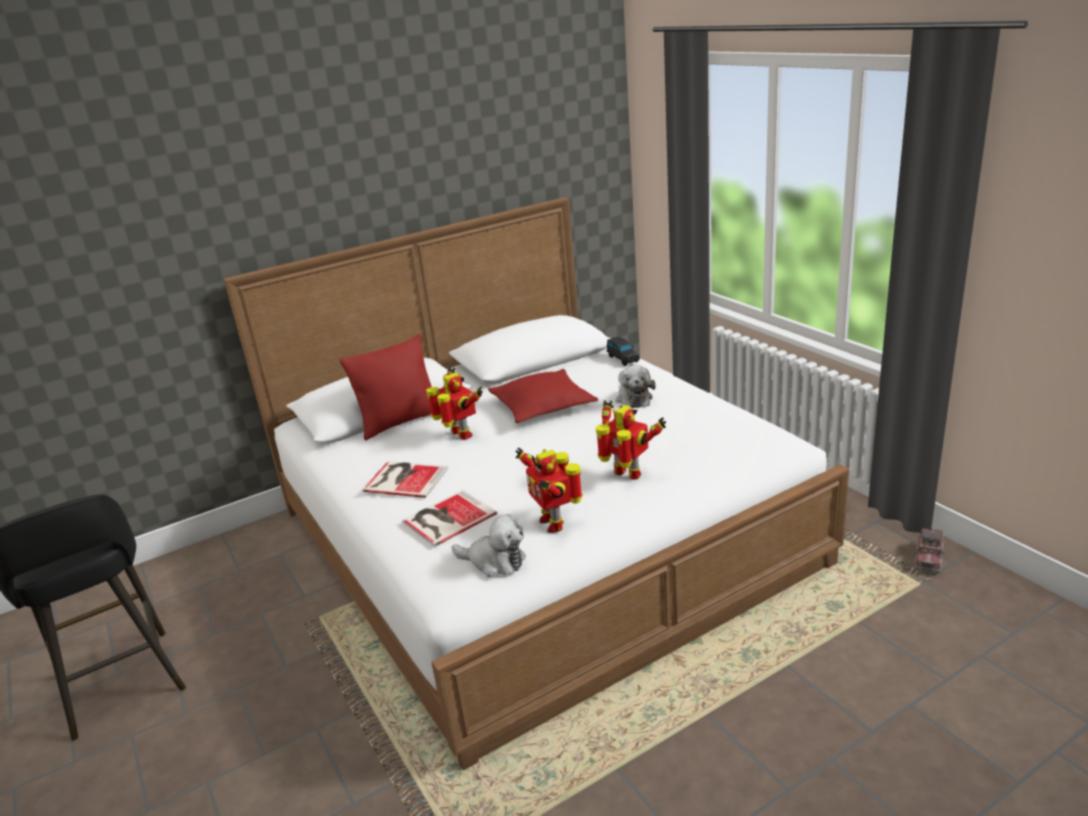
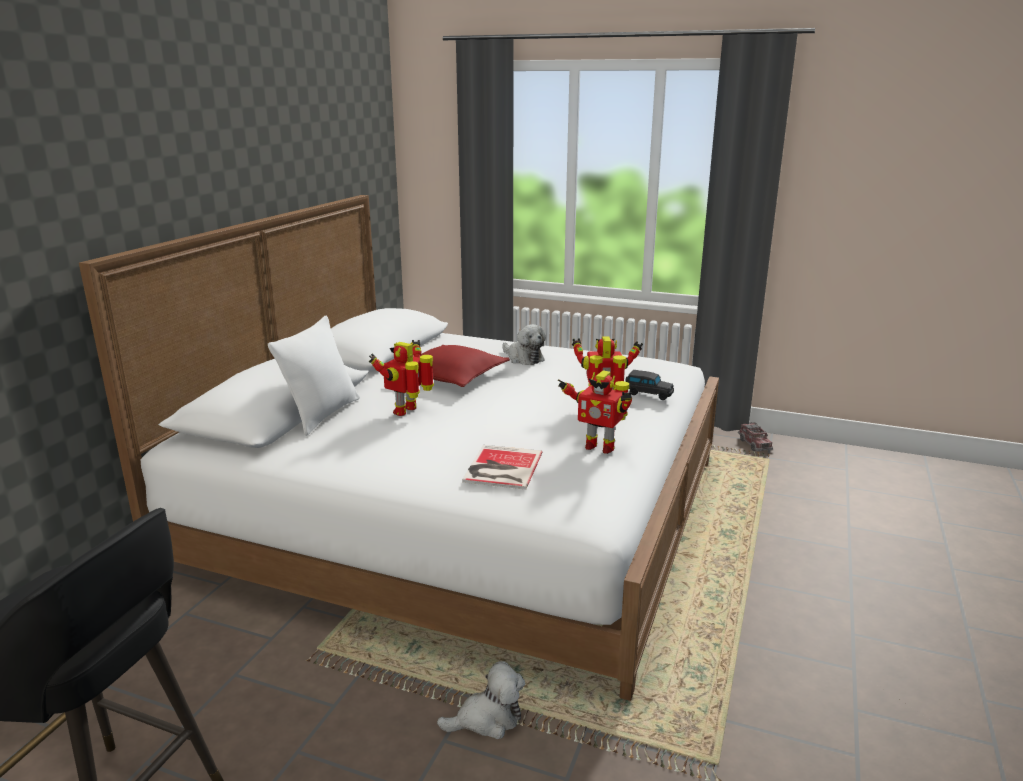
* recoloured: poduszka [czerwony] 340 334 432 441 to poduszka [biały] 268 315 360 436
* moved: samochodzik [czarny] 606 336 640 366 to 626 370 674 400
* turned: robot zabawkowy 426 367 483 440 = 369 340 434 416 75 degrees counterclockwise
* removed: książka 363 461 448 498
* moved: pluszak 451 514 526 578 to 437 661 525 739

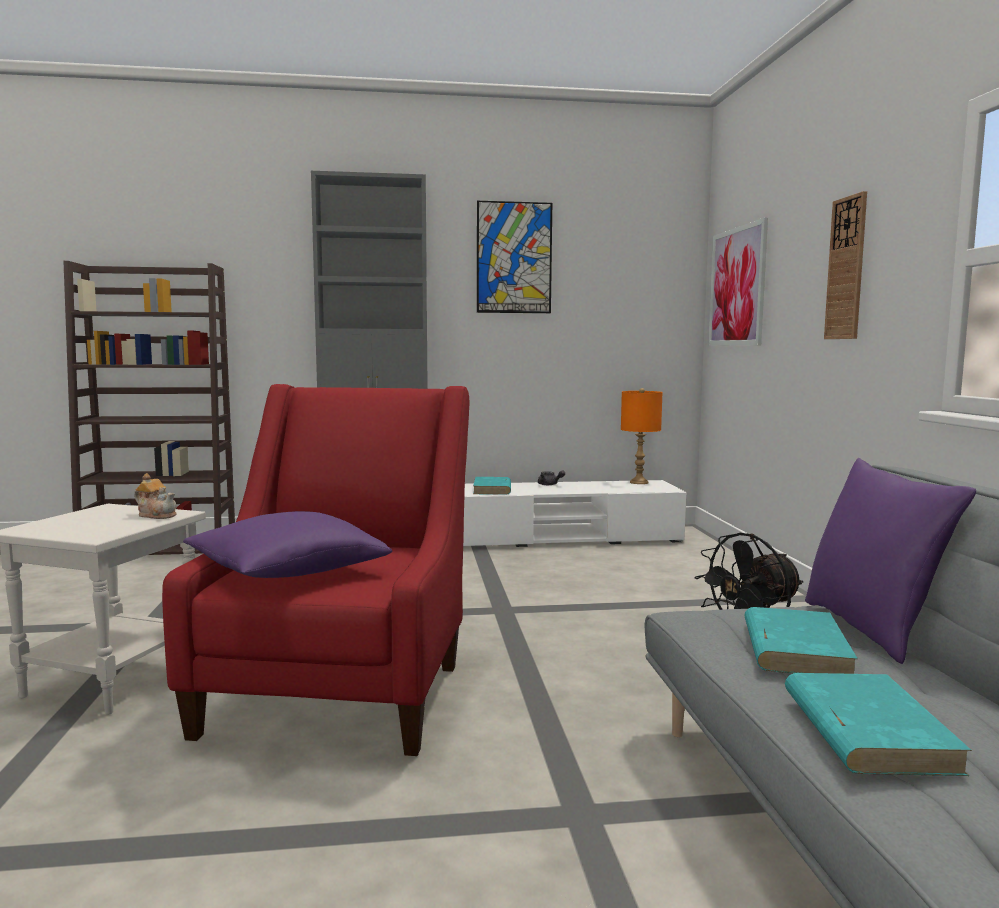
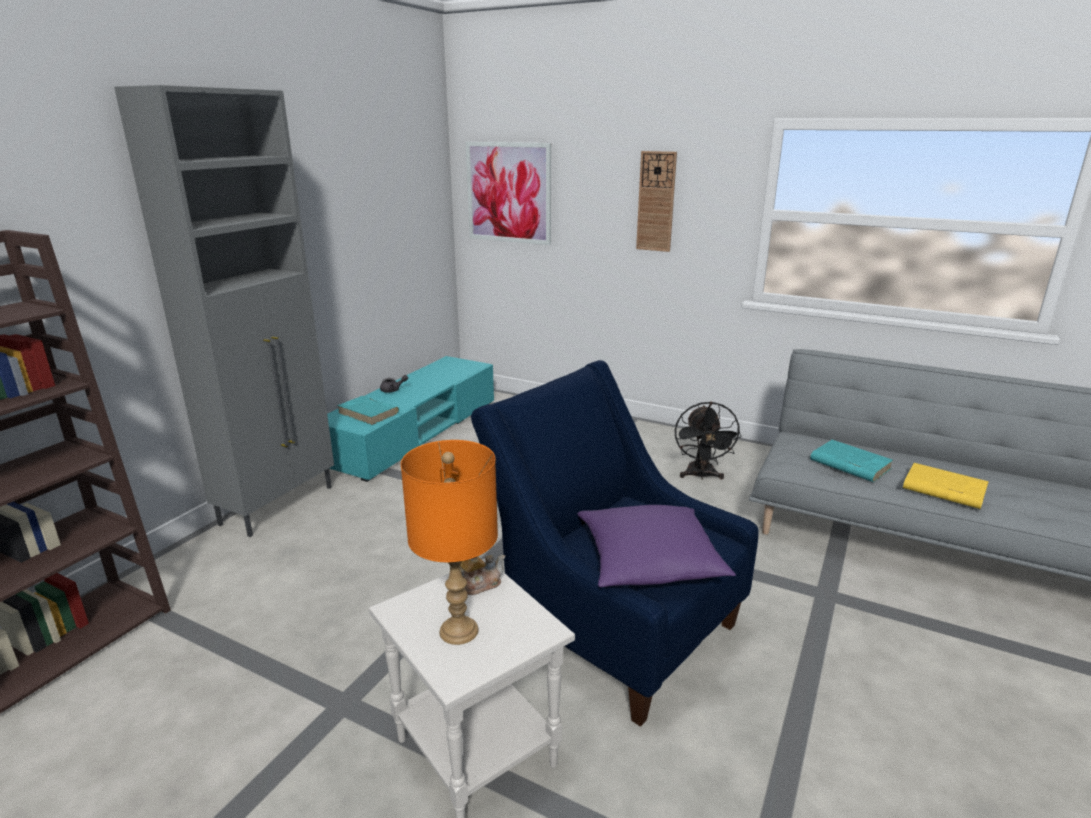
* removed: obraz 477 201 552 313
* recoloured: fotel [czerwony] 162 384 470 756 to fotel [niebieski] 471 360 758 726
* moved: lampa stołowa [pomarańczowy] 621 388 663 484 to 401 440 498 645
* removed: poduszka [fioletowy] 805 458 976 664
* recoloured: szafka pod telewizor [biały] 463 480 686 547 to szafka pod telewizor [turkusowy] 327 356 494 482
* recoloured: książka [turkusowy] 785 673 972 776 to książka [żółty] 903 463 989 509

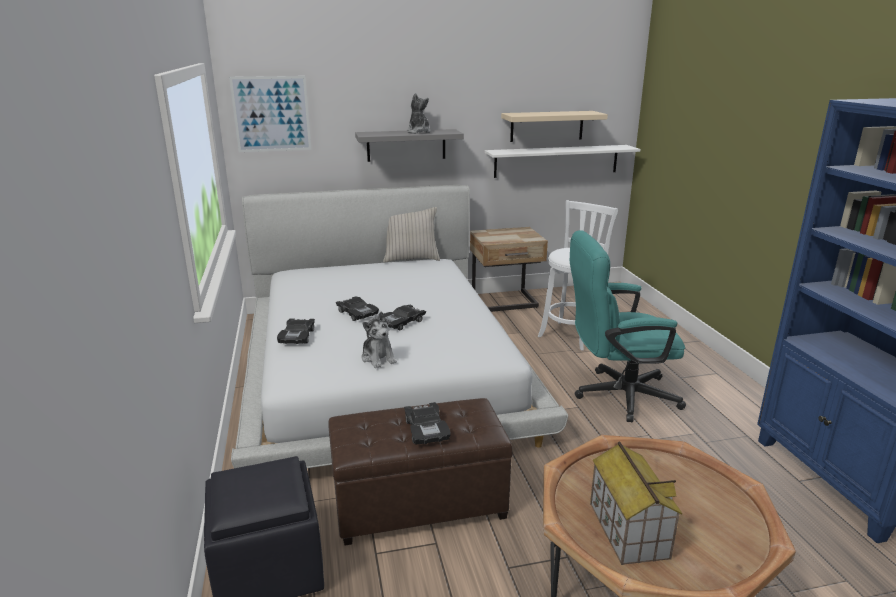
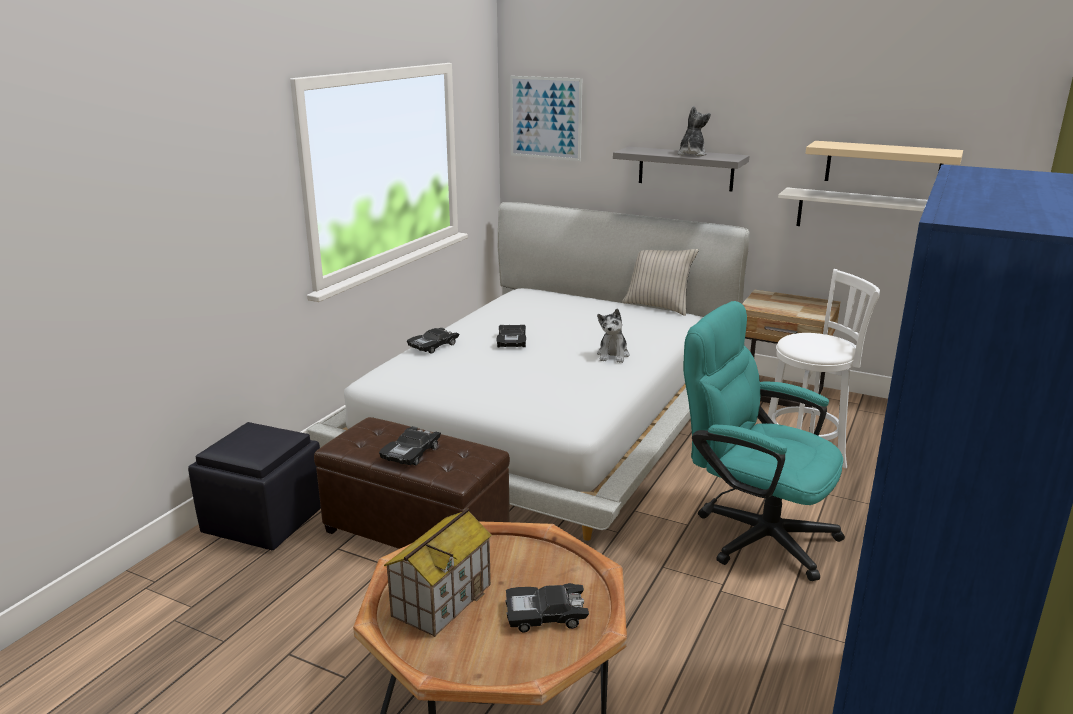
* moved: samochodzik [czarny] 384 305 426 330 to 506 583 589 633
* moved: pluszak 362 312 397 368 to 597 309 629 363

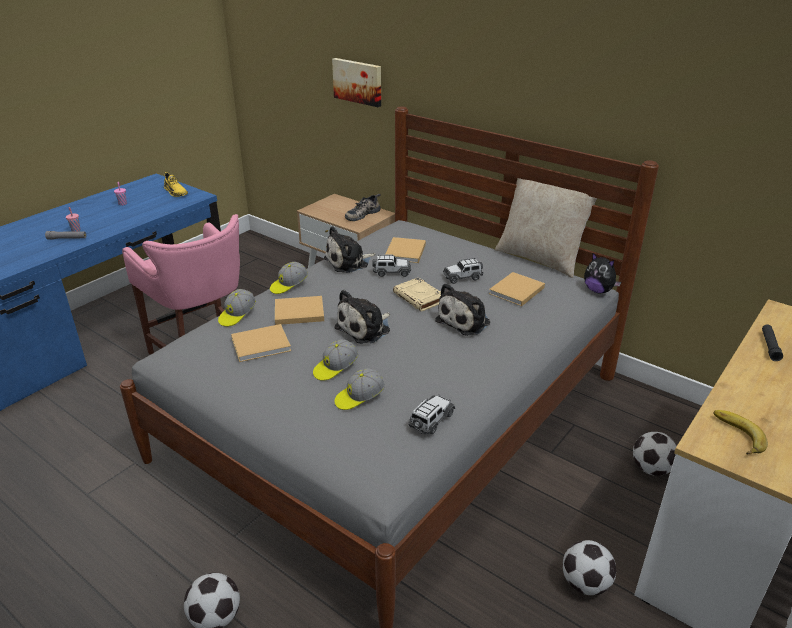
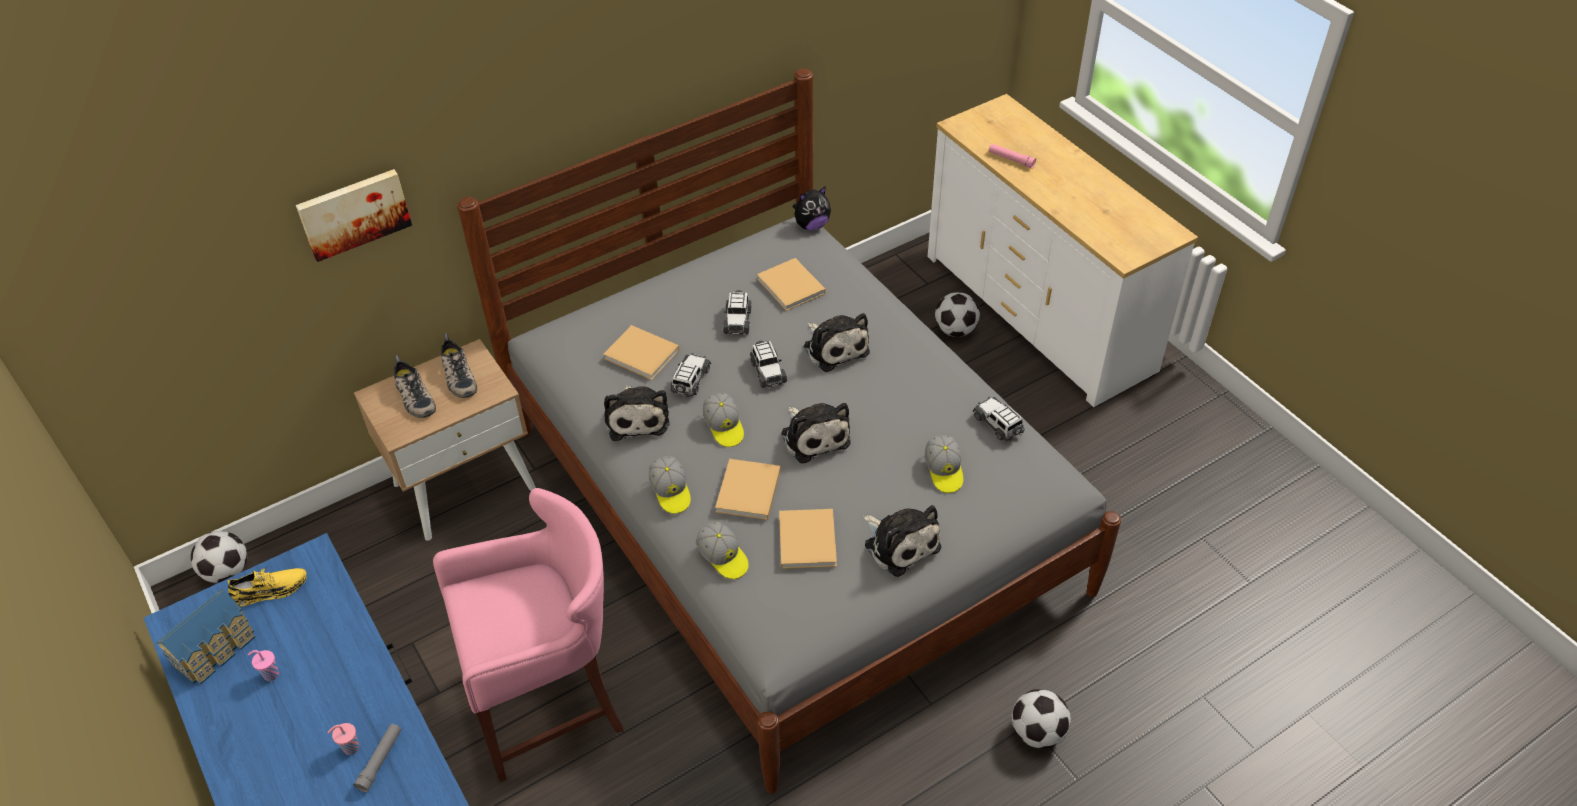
* removed: poduszka [beżowy] 495 178 597 278
* replaced: książka [beżowy] 393 277 441 312 to samochodzik 750 341 787 388
* recoloured: latarka [czarny] 762 324 783 361 to latarka [różowy] 989 144 1036 169
* moved: czapka z daszkiem 313 339 358 381 to 703 393 744 447
* removed: banan 713 410 768 455
* moved: piłka futbolowa 563 540 616 595 to 191 531 247 583
* added: but 394 355 436 418
* added: pluszak 863 505 941 577
* added: domek 156 590 255 684

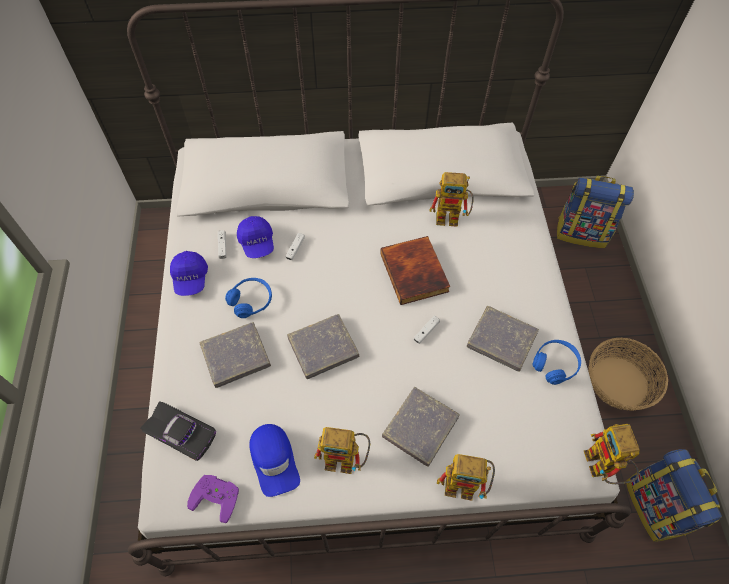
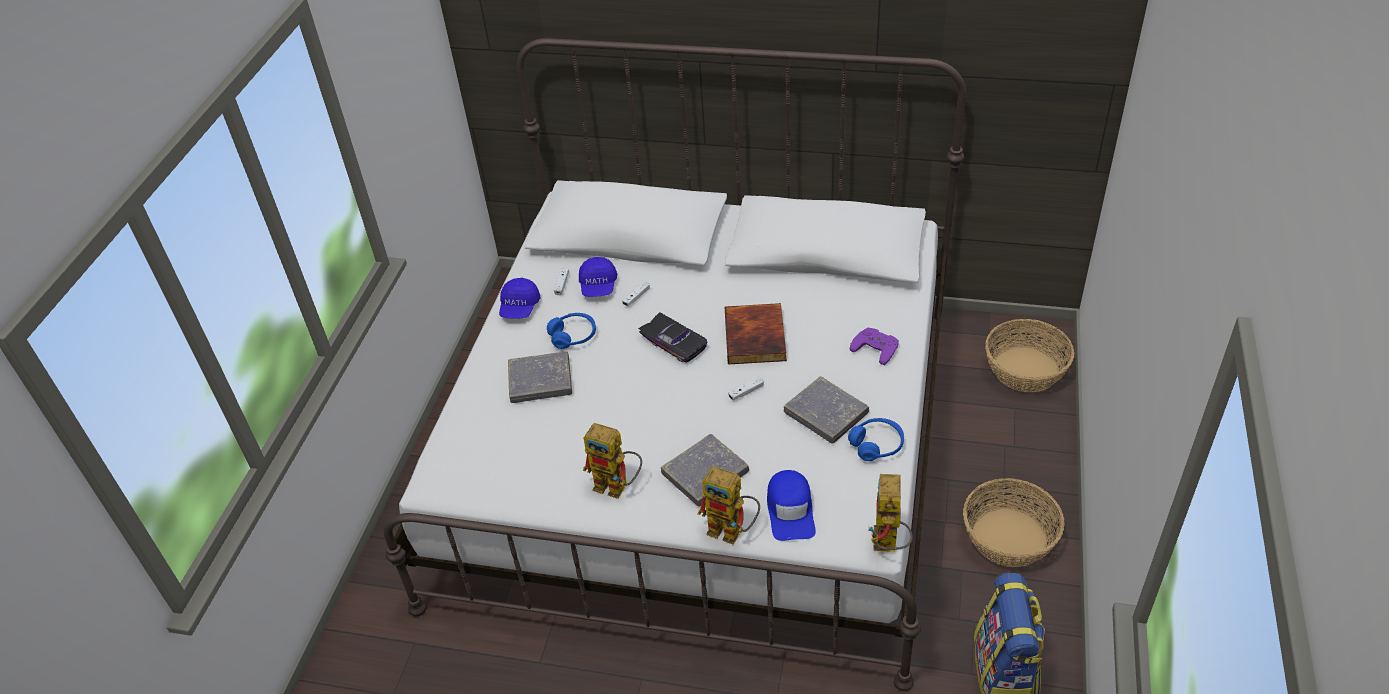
* removed: robot zabawkowy 430 172 474 227
* replaced: plecak 557 176 634 248 to koszyk 985 319 1074 392
* removed: książka [szary] 287 314 359 379
* moved: samochodzik [czarny] 140 401 216 461 to 638 312 707 363
* moved: czapka z daszkiem [niebieski] 249 424 300 497 to 767 470 816 541
* moved: pad do gier [fioletowy] 187 475 239 523 to 850 328 899 365

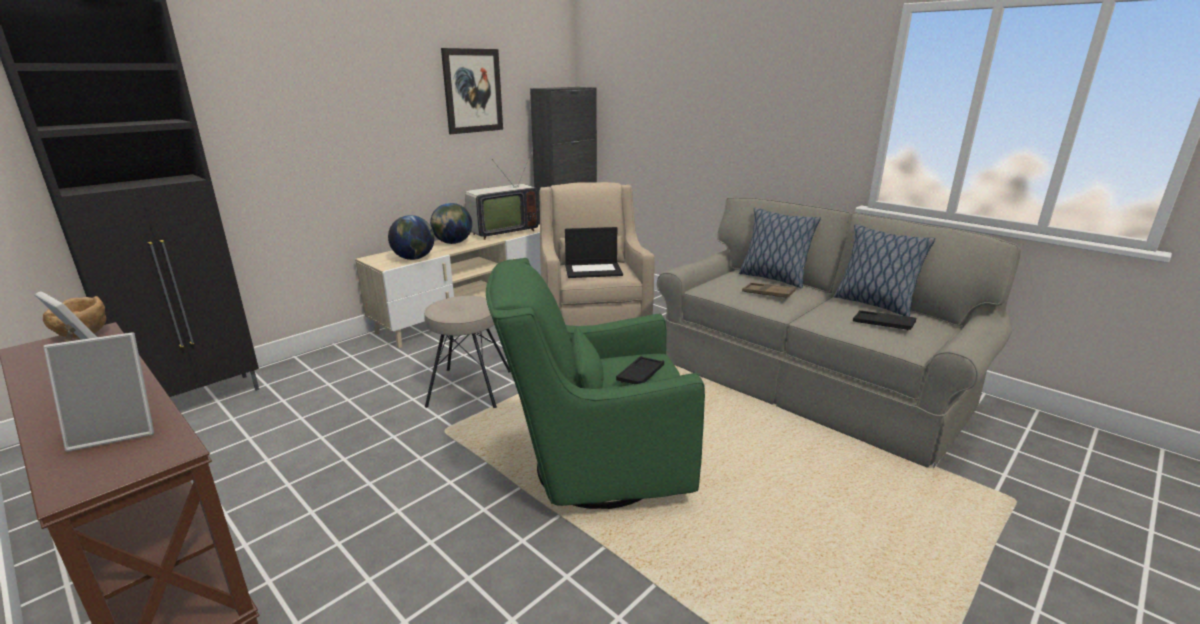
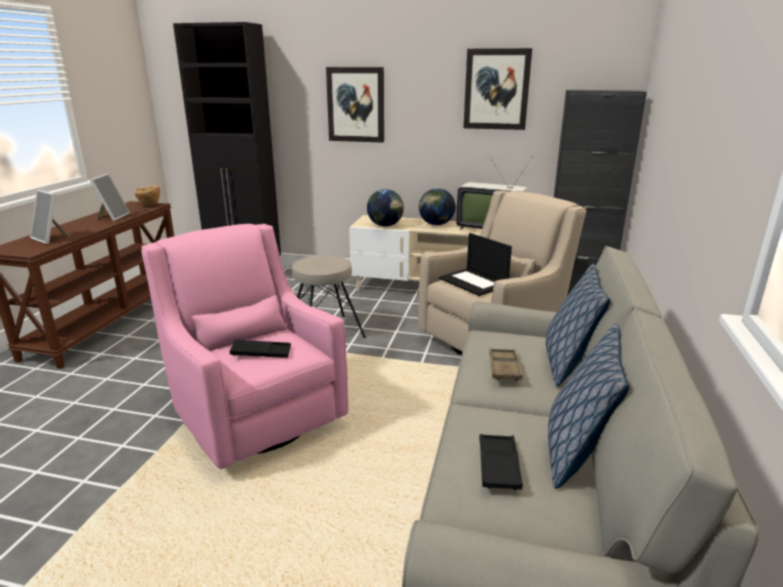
* recoloured: fotel [zielony] 486 258 705 509 to fotel [różowy] 141 224 348 469
* added: obraz 326 67 384 143

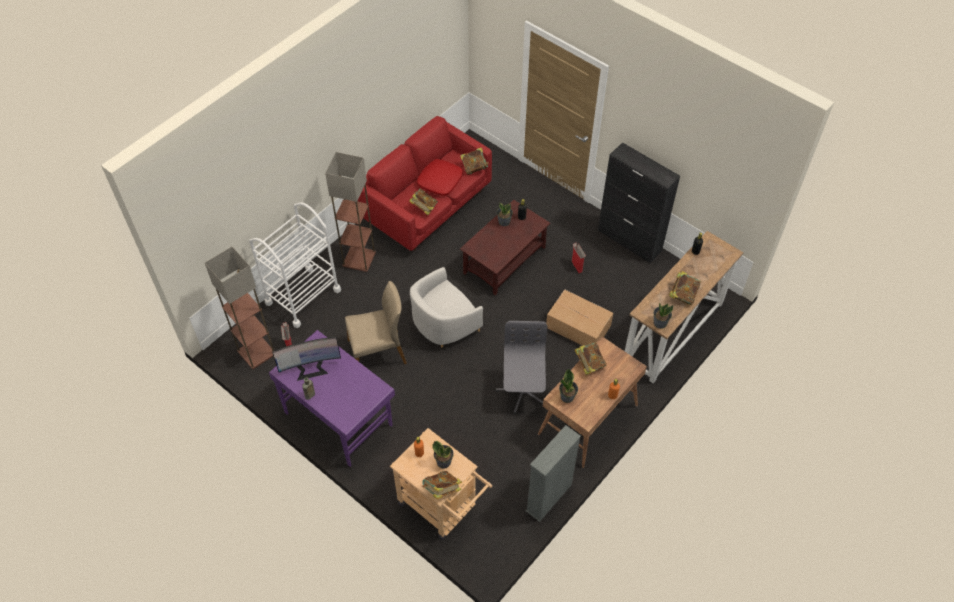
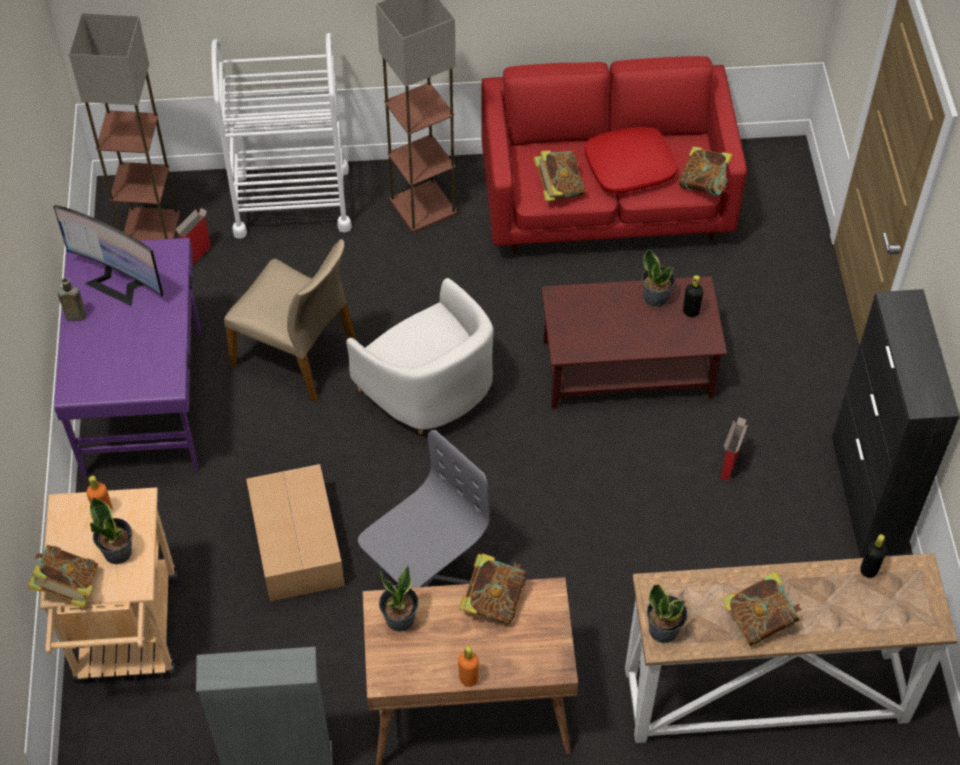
* turned: fotel [biały] 410 267 483 347 = 346 278 494 434 135 degrees counterclockwise
* moved: karton 546 289 613 346 to 246 464 345 602

